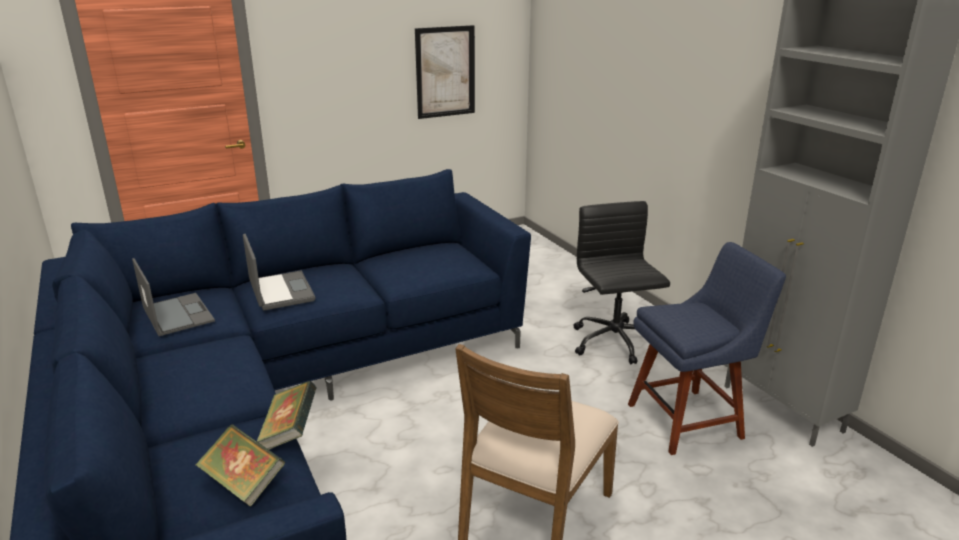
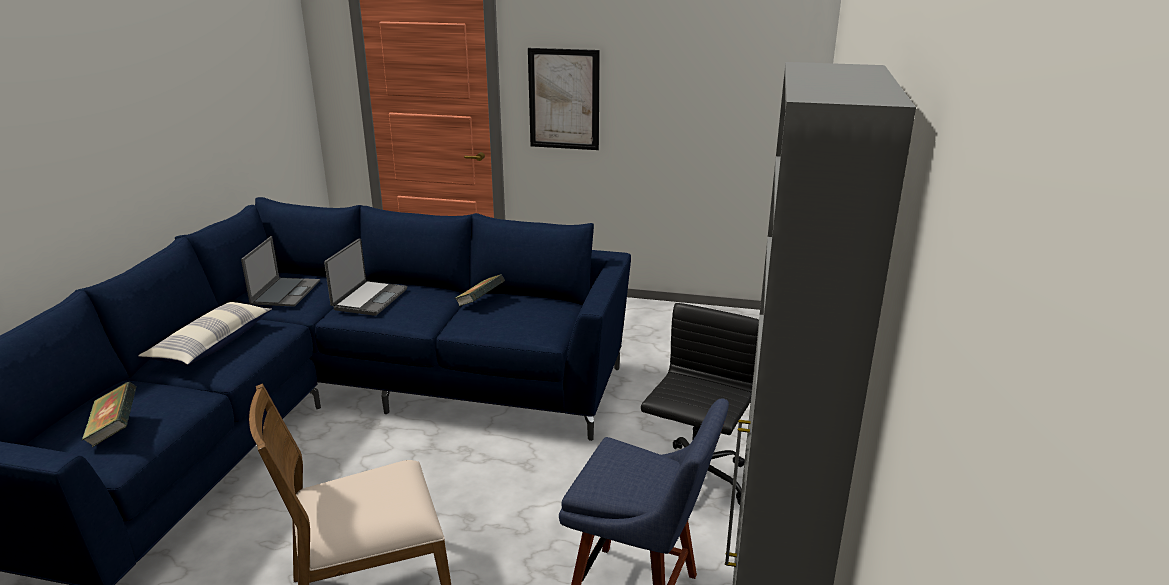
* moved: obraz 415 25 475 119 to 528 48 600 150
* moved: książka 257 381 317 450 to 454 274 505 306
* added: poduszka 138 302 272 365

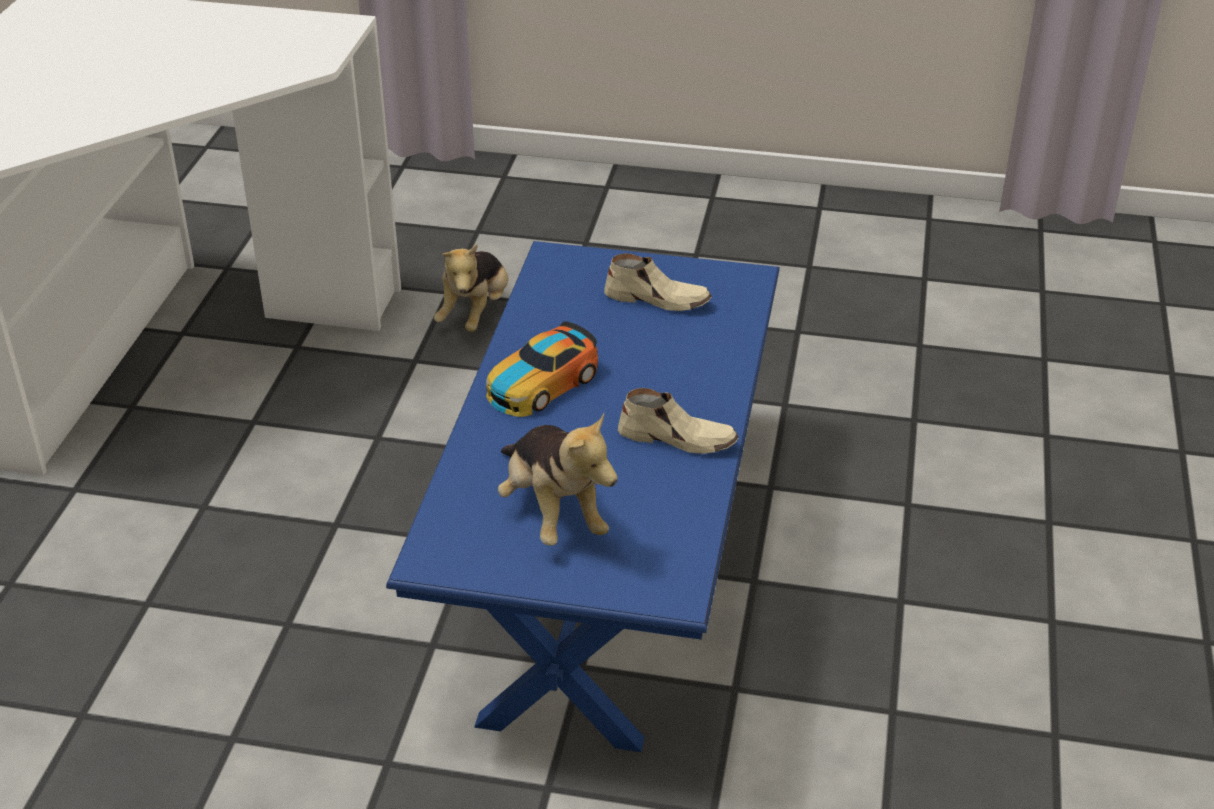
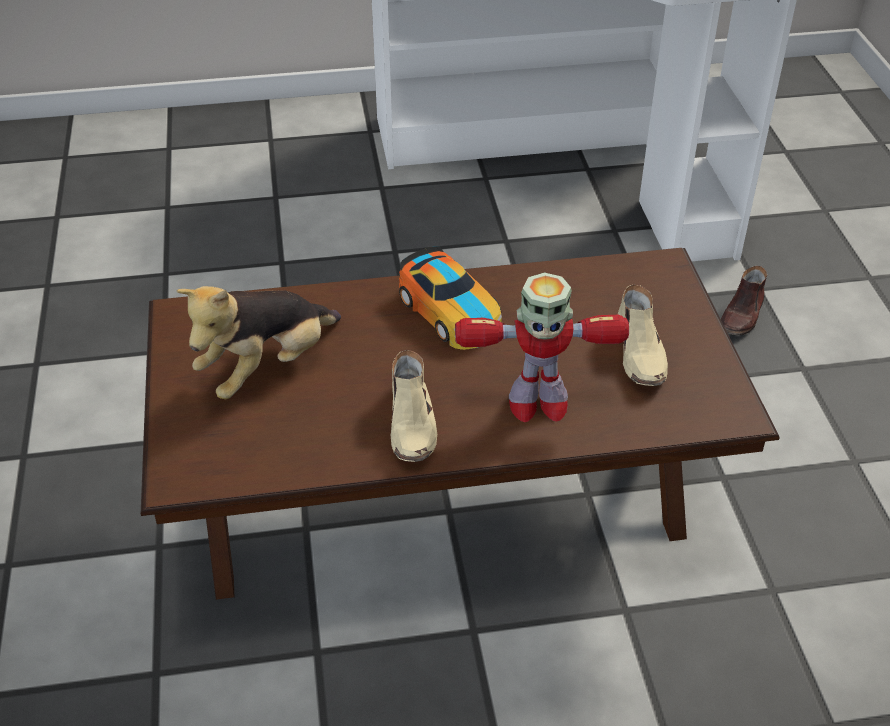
* recoloured: ława [niebieski] 386 241 780 752 to ława [brązowy] 141 248 780 600
* replaced: pluszak 434 244 509 332 to but [brązowy] 721 266 767 335
* turned: samochodzik 486 321 598 417 = 399 246 502 350 150 degrees counterclockwise
* added: robot zabawkowy 455 272 629 422

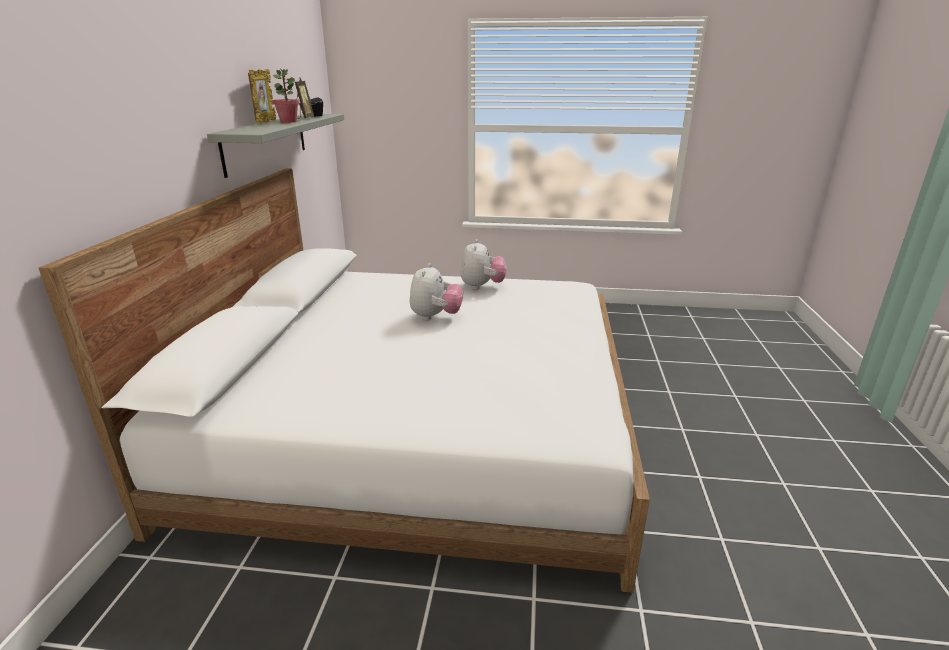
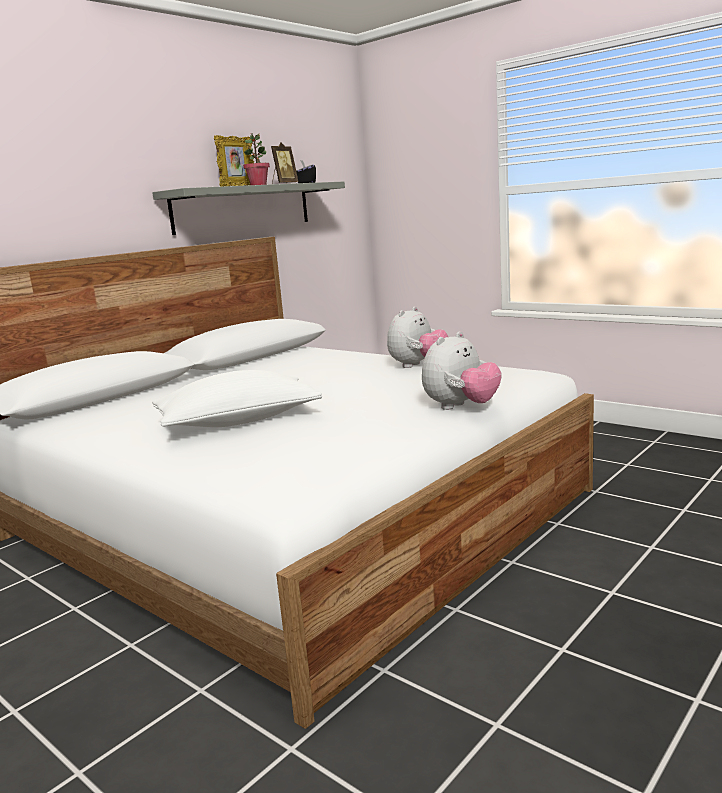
* moved: pluszak 410 263 463 321 to 422 331 502 410
* added: poduszka [biały] 152 370 322 427

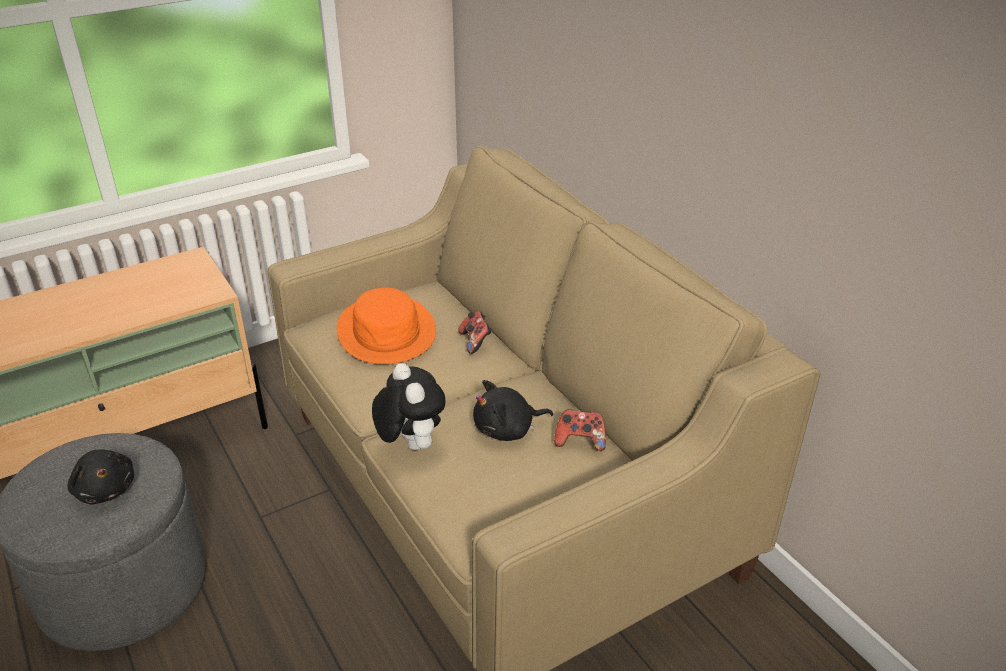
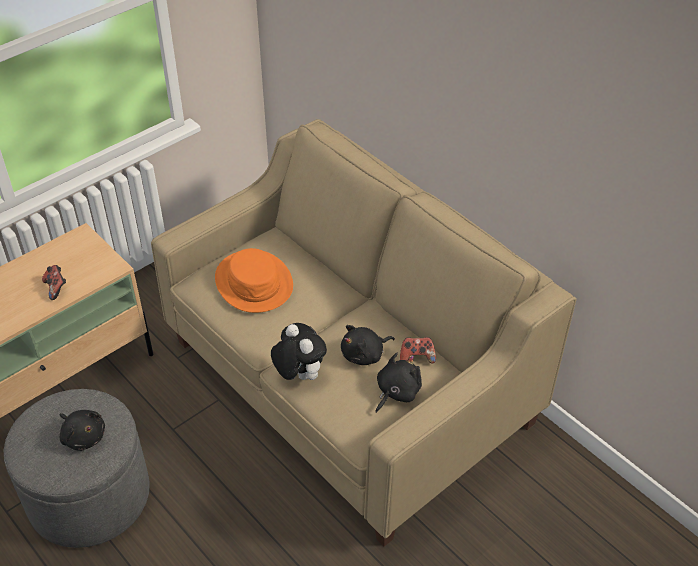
* moved: pad do gier 458 311 492 354 to 42 265 66 300
* added: pluszak [czarny] 375 353 422 413

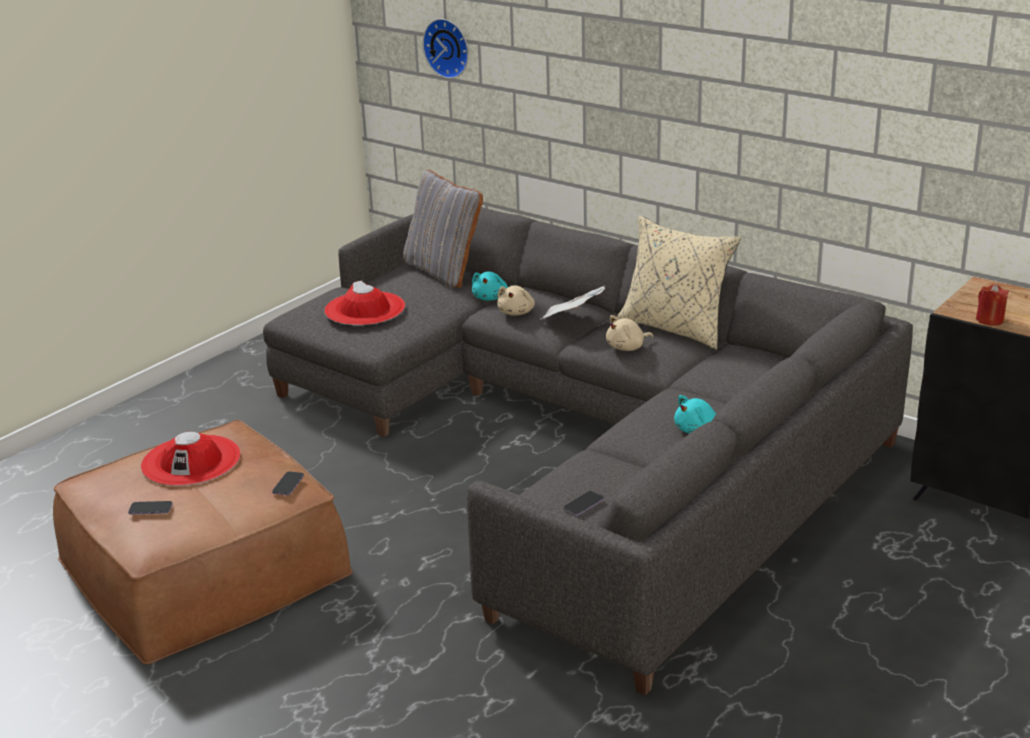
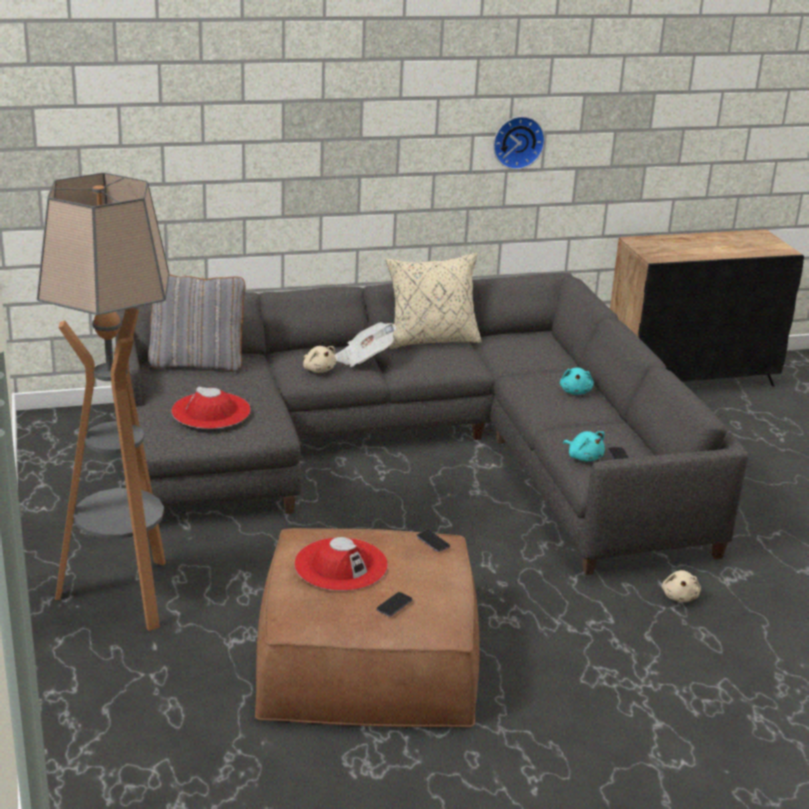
* moved: zegar ścienny 422 19 469 79 to 493 116 545 170
* moved: pluszak [turkusowy] 472 272 508 301 to 563 431 605 461
* removed: świeca [czerwony] 976 284 1009 326
* moved: pluszak [beżowy] 606 315 653 351 to 662 570 701 602
* added: lampa stojąca 37 173 170 631

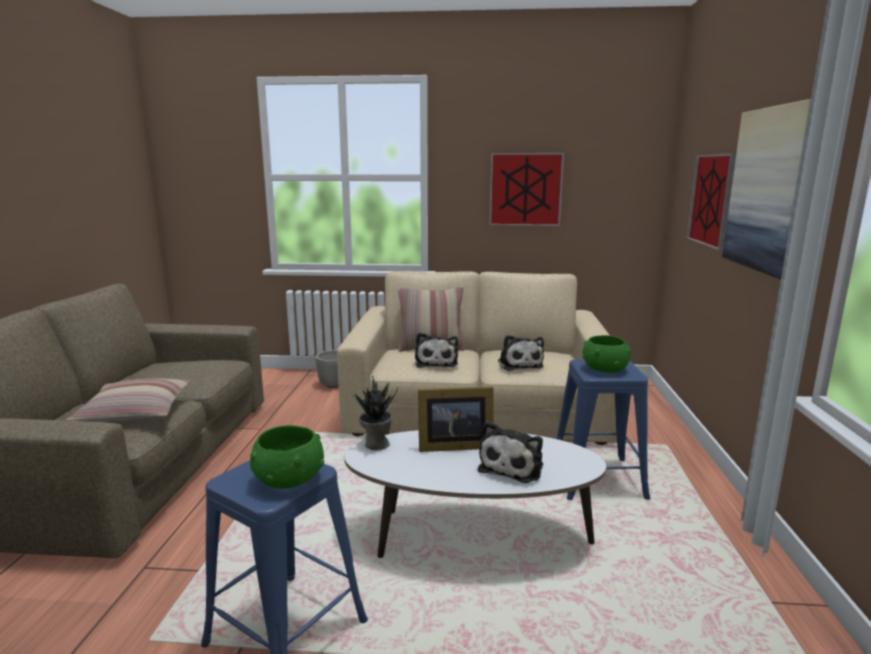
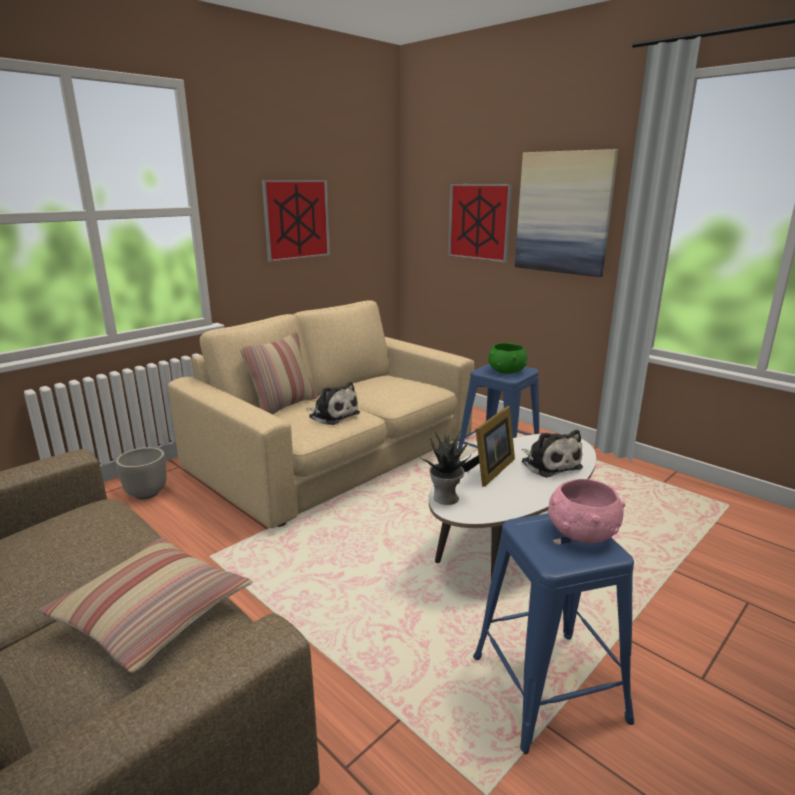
* removed: pluszak 498 335 544 371
* recoloured: miska [zielony] 250 425 324 489 to miska [różowy] 548 479 625 543

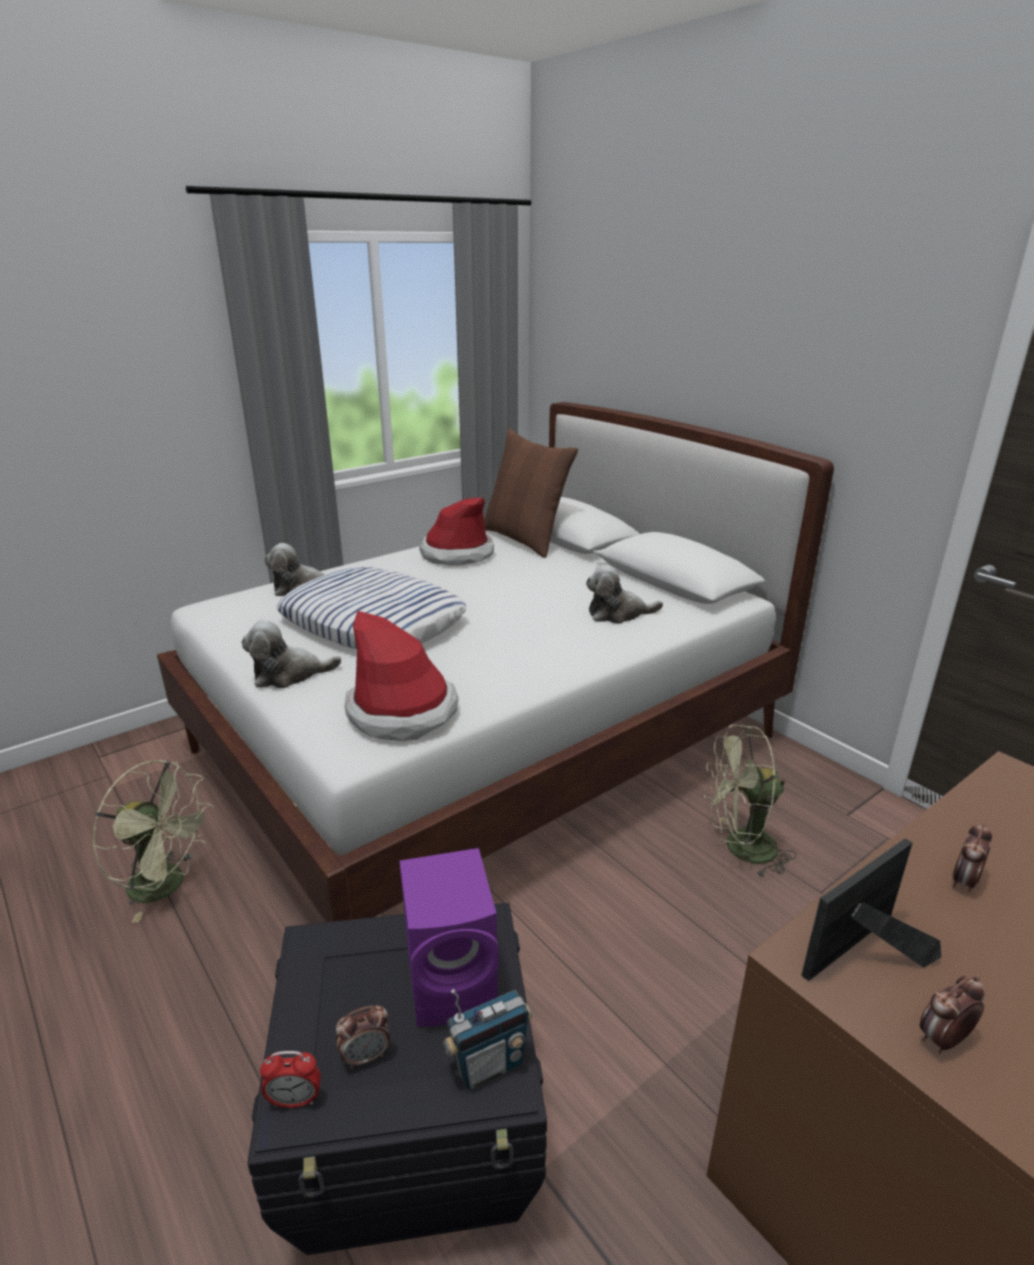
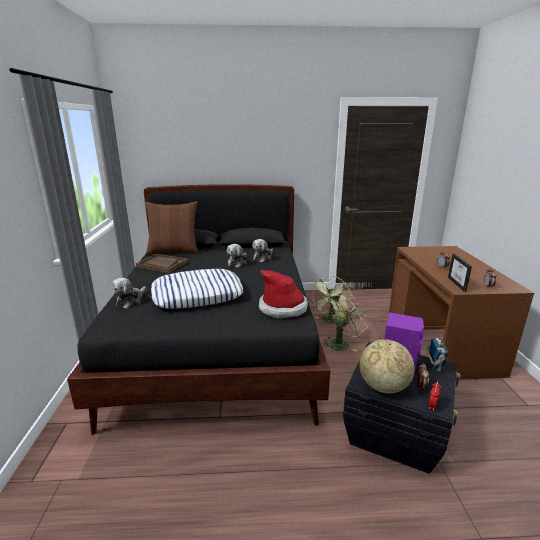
* recoloured: łóżko [biały] 157 402 834 922 to łóżko [czarny] 67 184 330 435
* replaced: kapelusz 419 497 494 566 to taca [brązowy] 136 254 188 273
* moved: pluszak 242 620 341 688 to 227 244 247 268
* moved: wentylator [zielony] 93 760 214 923 to 322 293 368 352
* added: globus 360 339 415 394

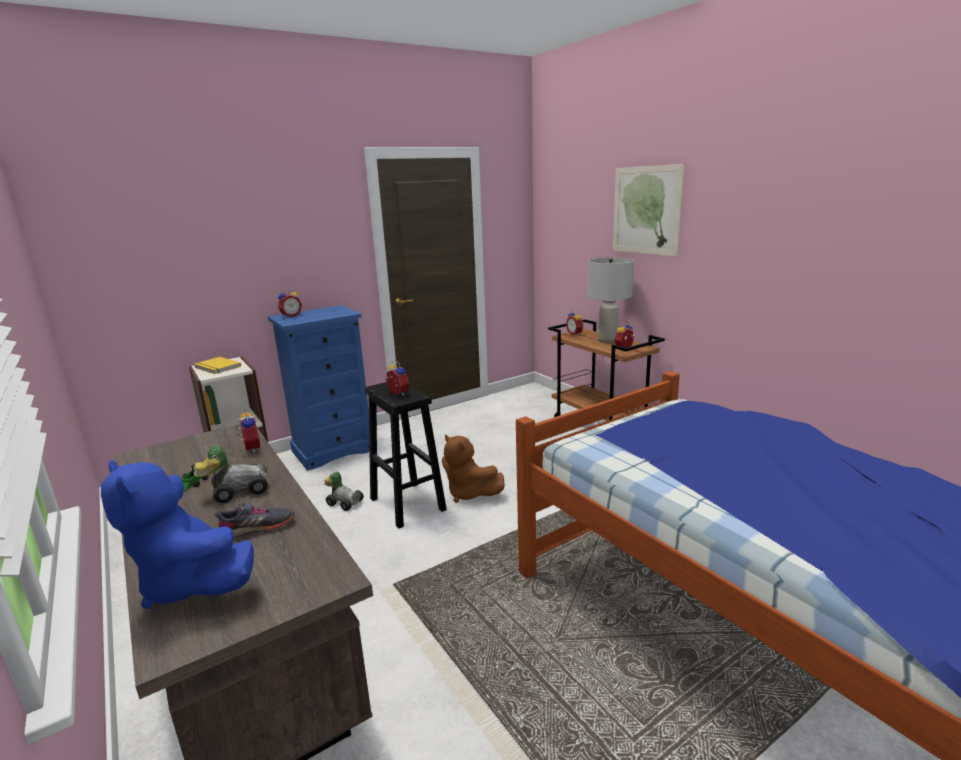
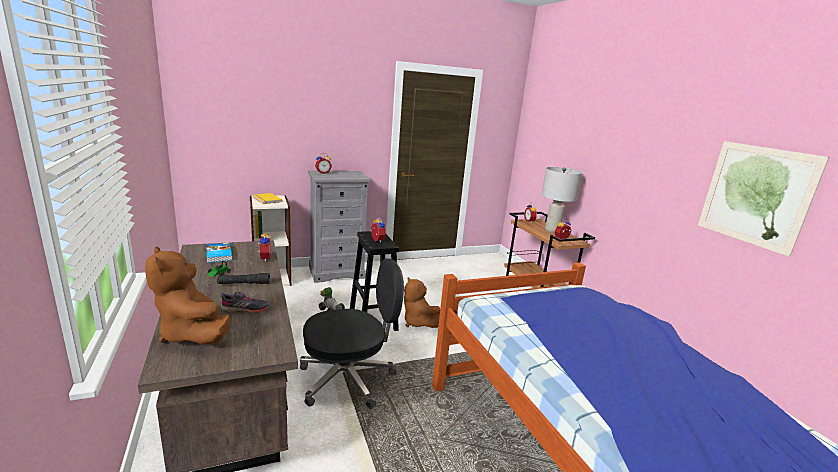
* moved: obraz 613 164 685 256 to 698 141 829 257
* recoloured: komoda [niebieski] 268 305 369 471 to komoda [szary] 308 171 371 283
* replaced: samochodzik 194 446 268 503 to latarka [czarny] 217 273 270 284
* recoloured: pluszak [niebieski] 101 460 254 609 to pluszak [brązowy] 145 246 230 344
* added: książka 206 243 233 263
* added: krzesło biurowe [czarny] 300 258 404 409

